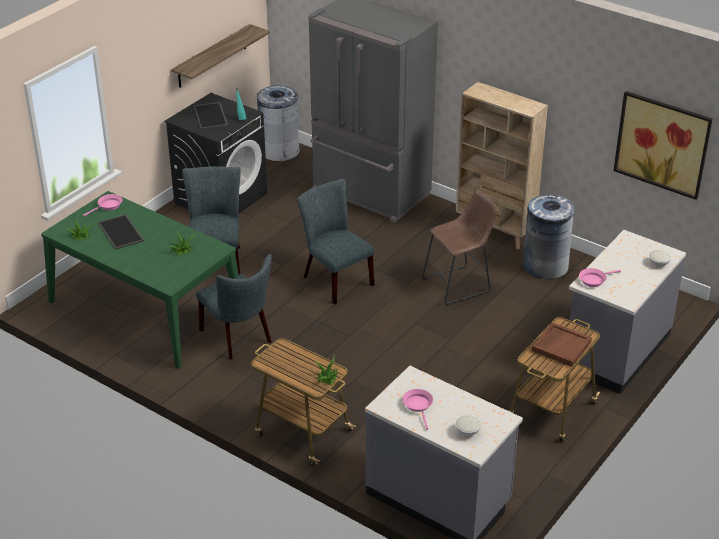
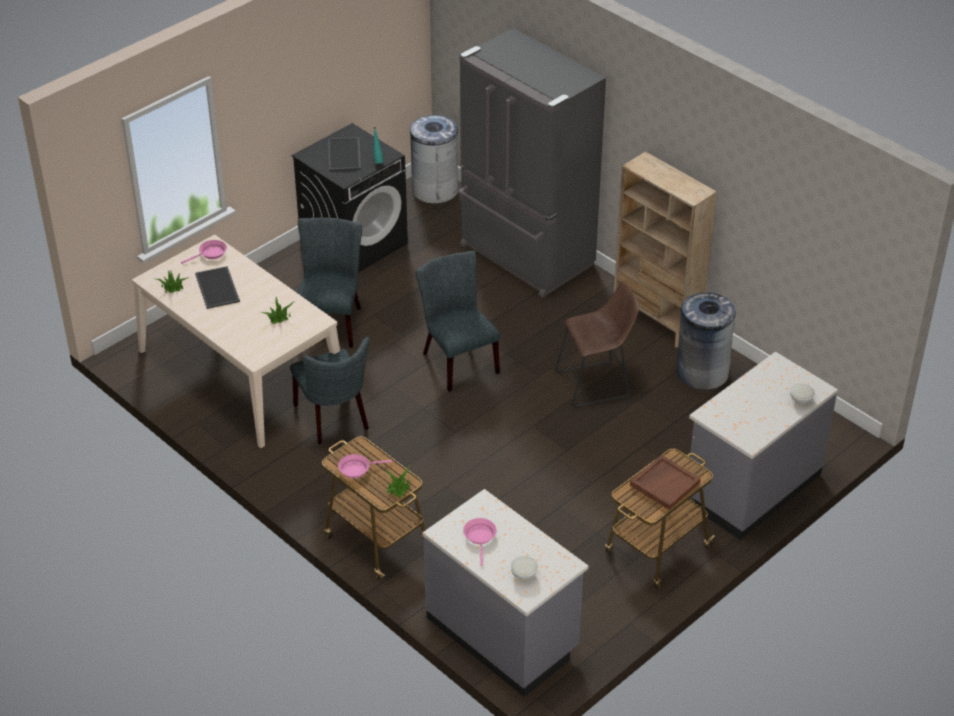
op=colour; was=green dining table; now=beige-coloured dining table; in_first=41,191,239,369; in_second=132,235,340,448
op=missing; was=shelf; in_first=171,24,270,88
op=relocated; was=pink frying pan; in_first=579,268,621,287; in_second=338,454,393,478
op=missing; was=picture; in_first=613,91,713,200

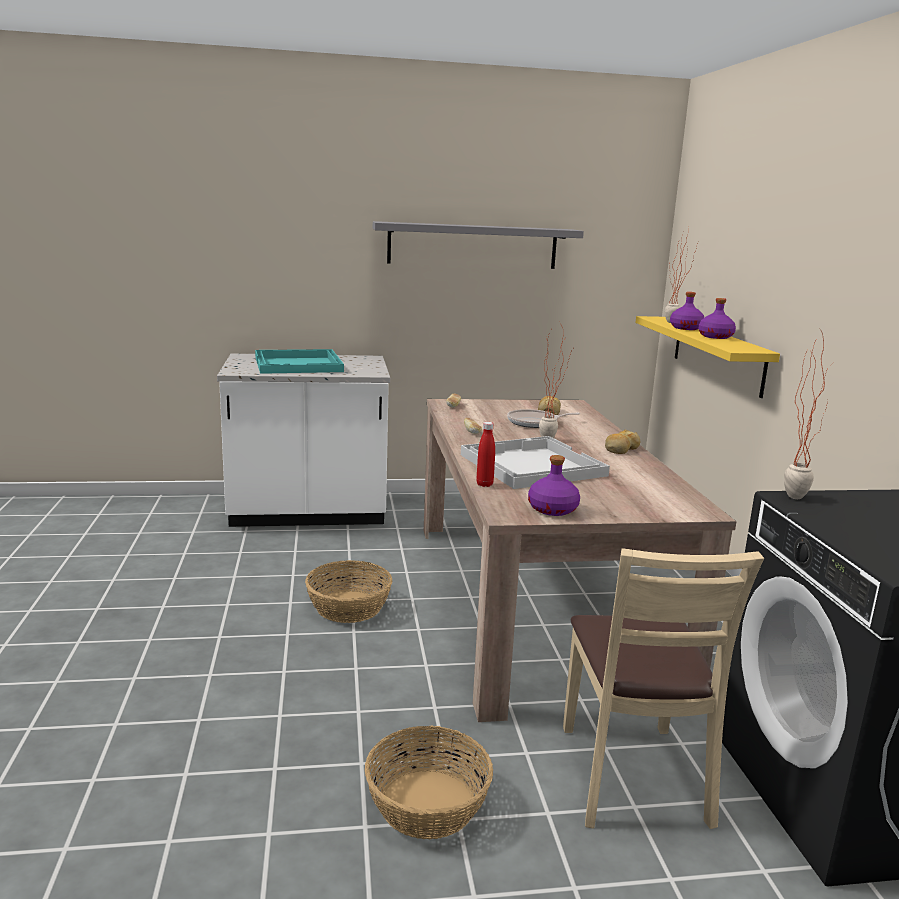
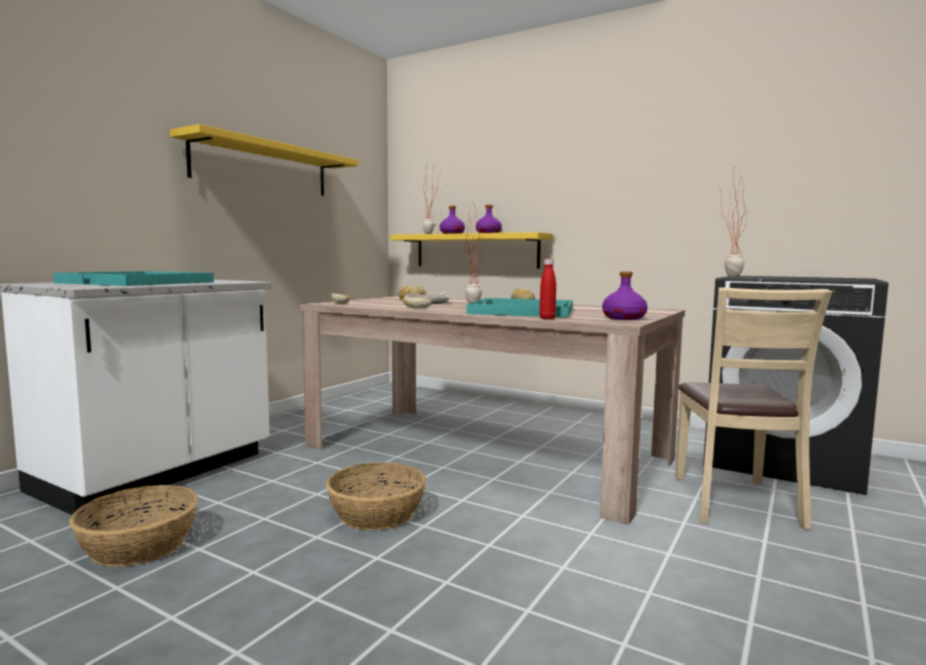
op=relocated; was=basket; in_first=365,726,493,839; in_second=69,485,199,567
op=colour; was=grey shelf; now=yellow-coloured shelf; in_first=373,221,584,269; in_second=170,124,359,196
op=colour; was=whitish serving tray; now=blue-green serving tray; in_first=461,436,610,489; in_second=467,298,573,317
op=spun; was=beige-coloured chair; in_first=563,548,764,829; in_second=675,287,832,530; clockwise=60

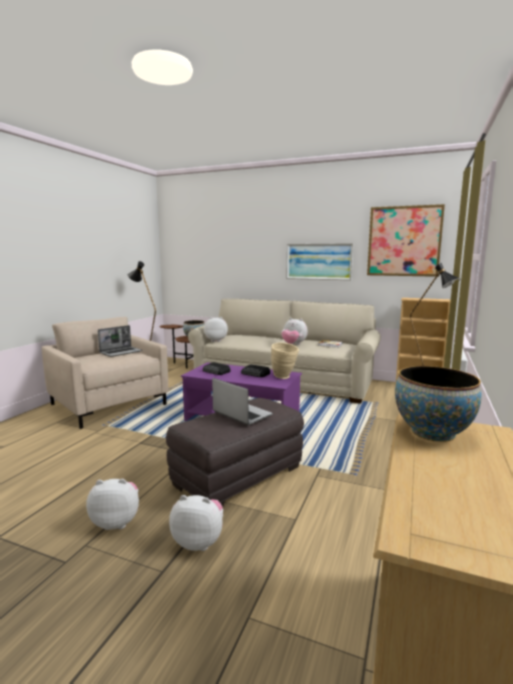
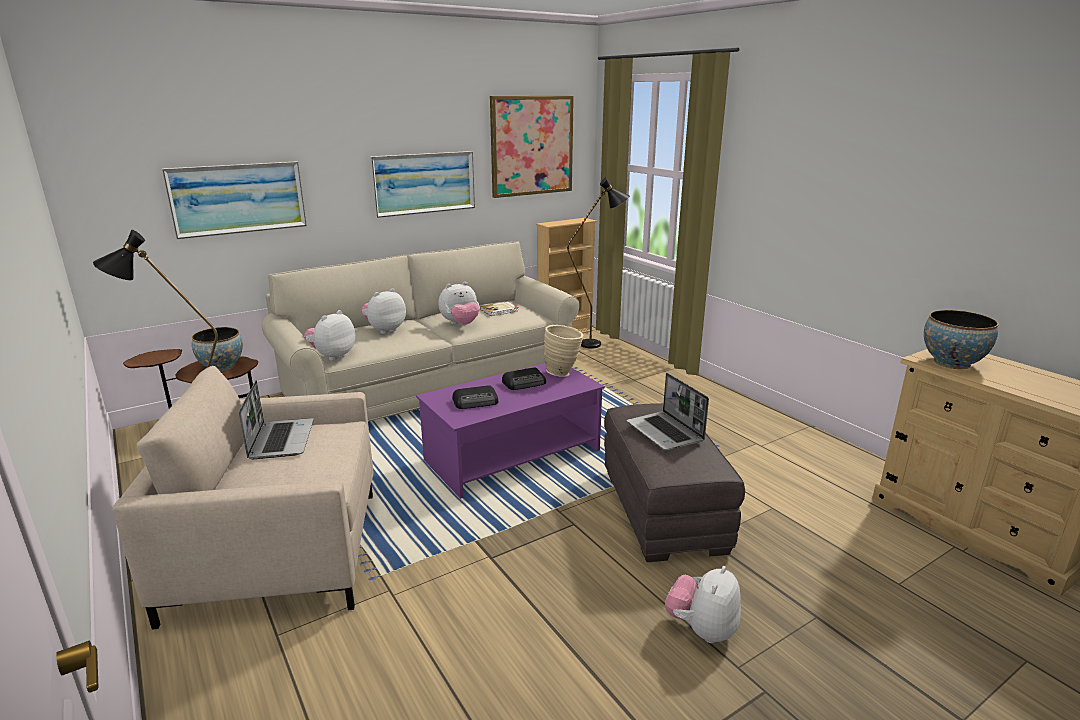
op=relocated; was=plush toy; in_first=169,495,223,551; in_second=361,288,406,334
op=spun; was=notebook computer; in_first=212,378,273,425; in_second=627,373,709,450; clockwise=-105
op=appeared; now=picture; in_second=162,161,307,239

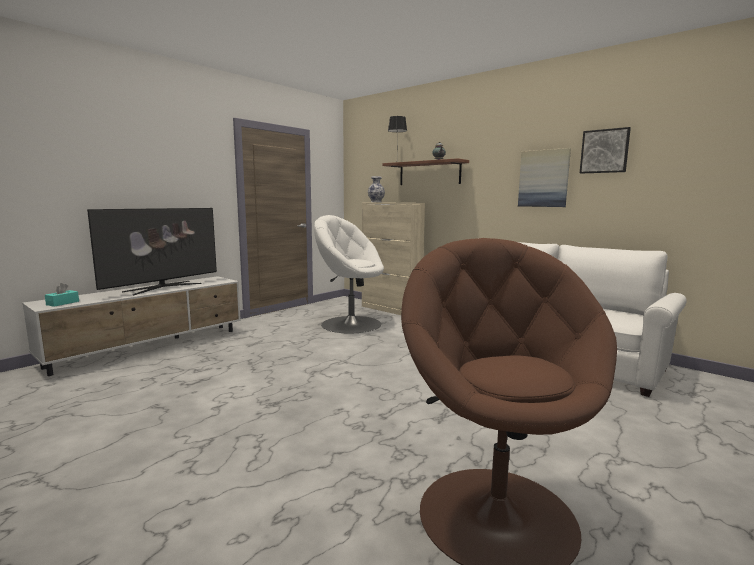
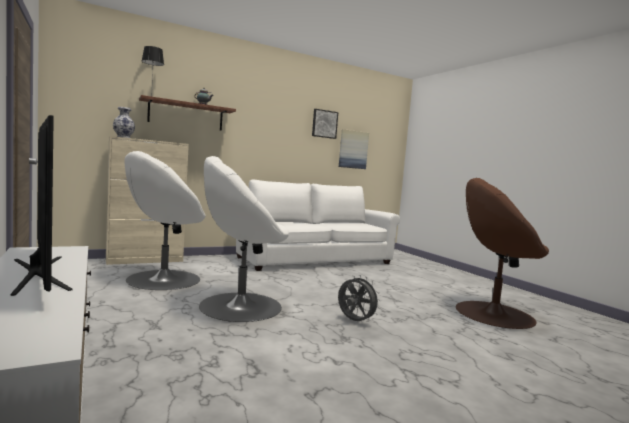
op=missing; was=blue-green box of tissues; in_first=45,283,79,307
op=relocated; was=picture; in_first=518,148,571,207; in_second=339,129,369,169
op=appeared; now=whitish lounge chair; in_second=199,156,289,322
op=appeared; now=grey fan; in_second=338,275,381,322

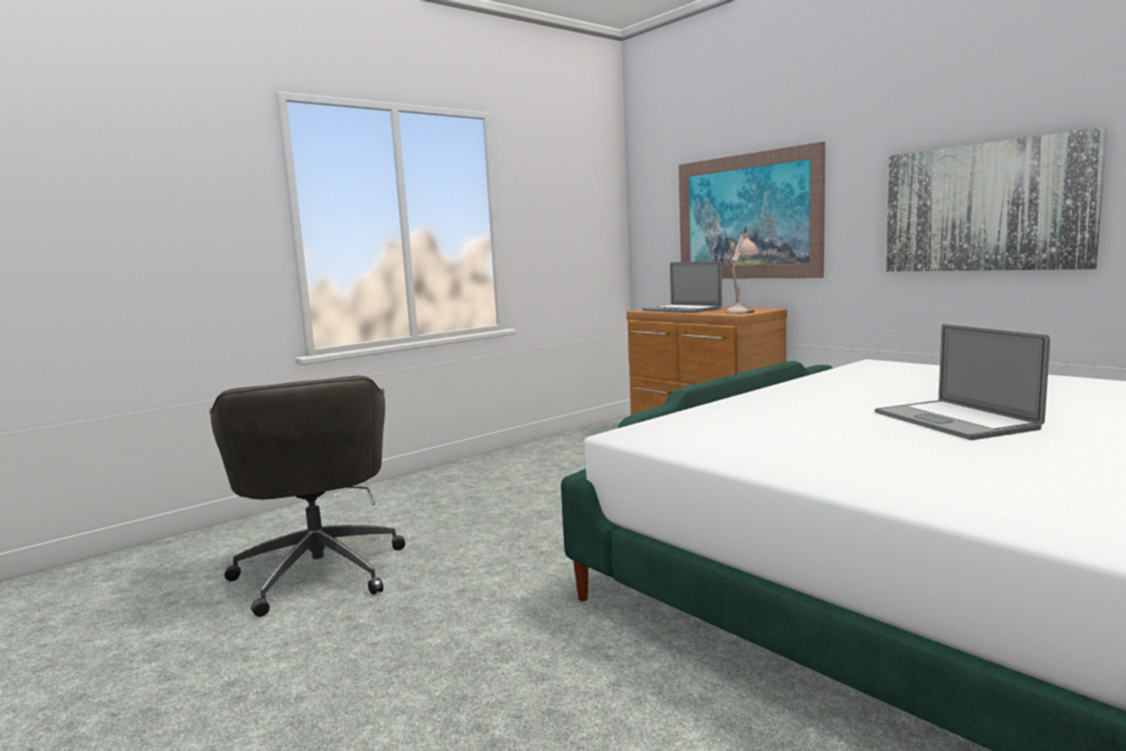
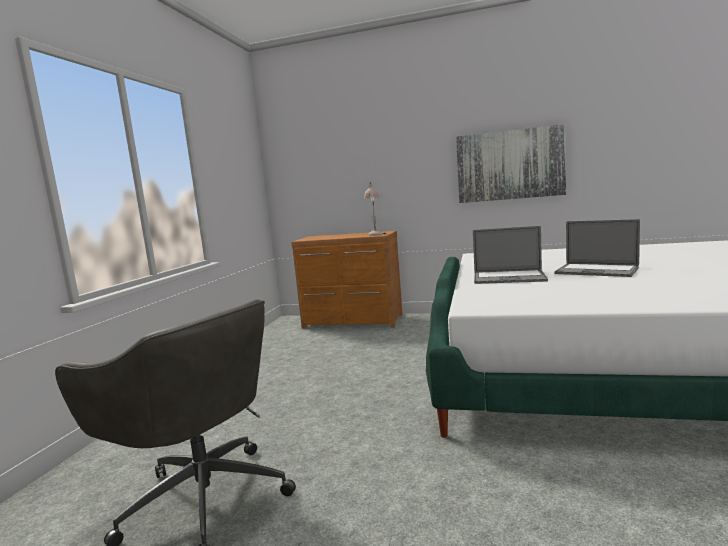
op=relocated; was=notebook computer; in_first=642,261,722,313; in_second=473,226,548,284
op=missing; was=picture; in_first=679,141,825,278

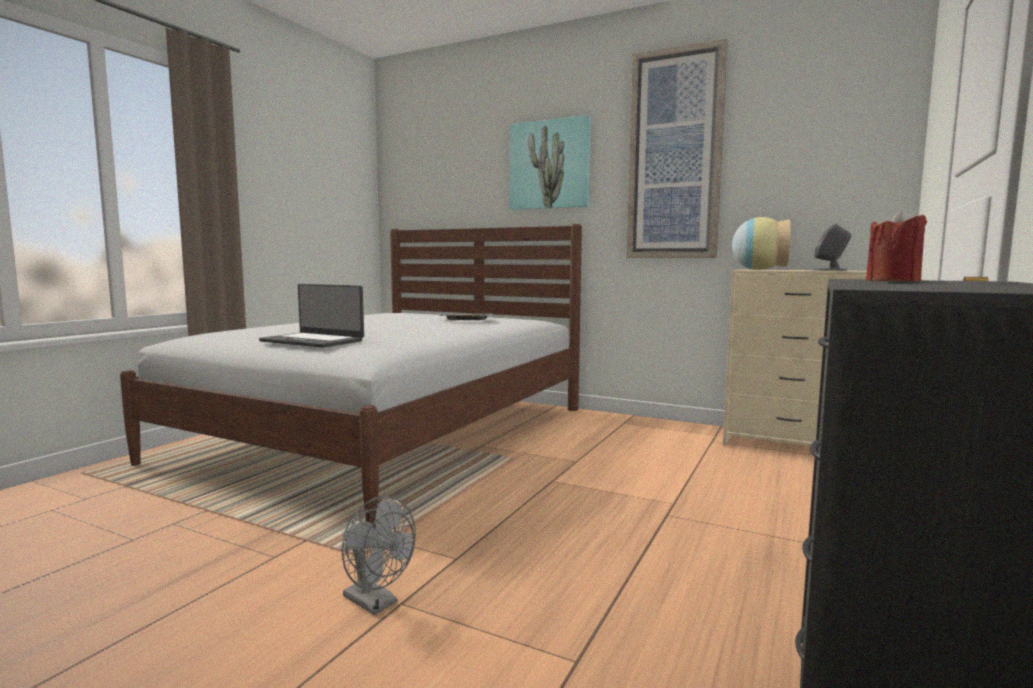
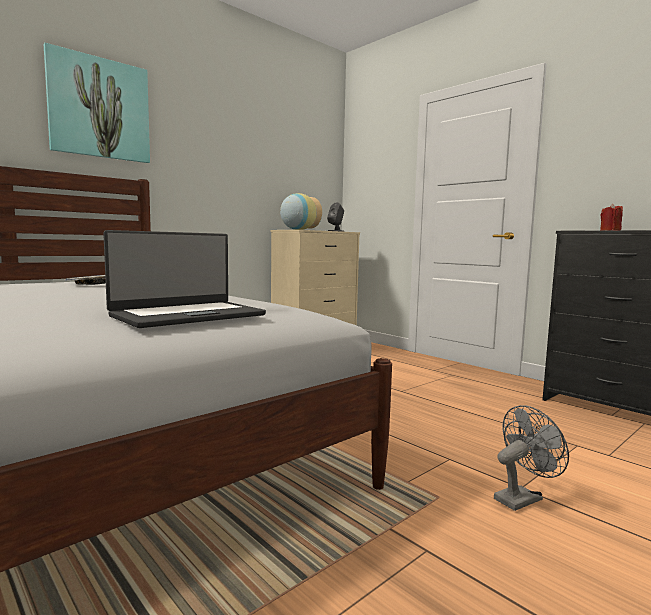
op=missing; was=picture; in_first=626,39,728,258

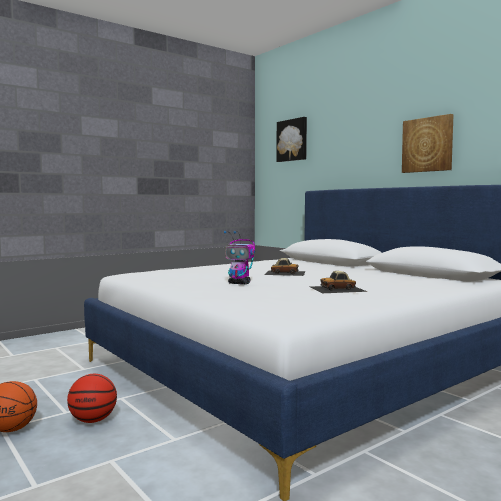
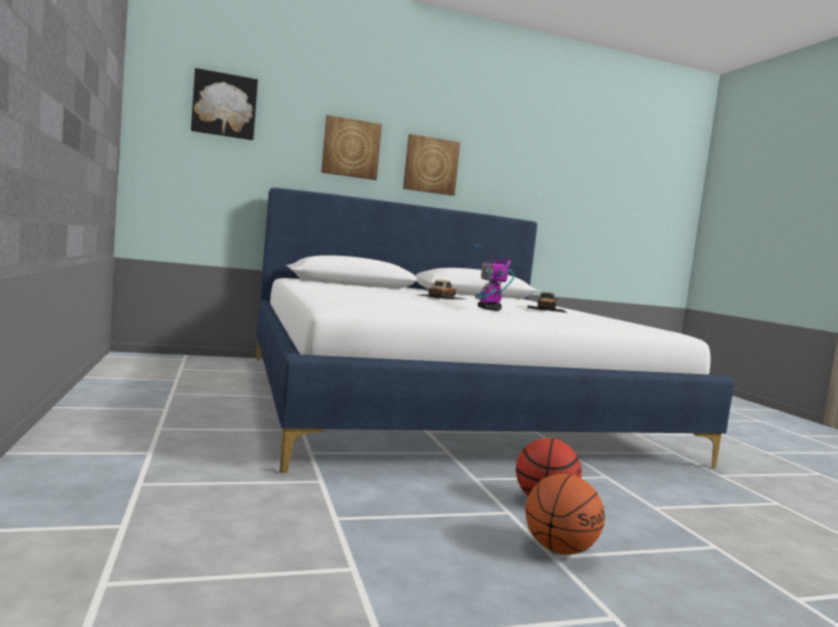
op=spun; was=robot figure; in_first=224,231,255,285; in_second=474,245,514,311; clockwise=120
op=appeared; now=picture; in_second=321,115,382,180

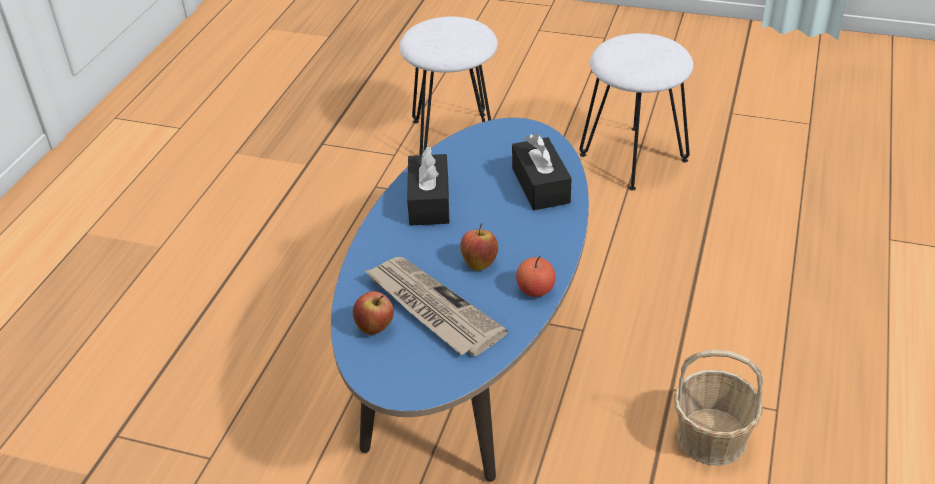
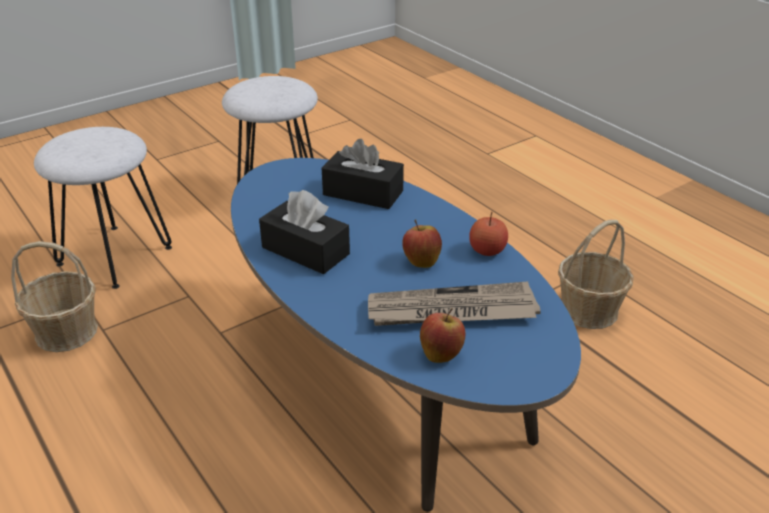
op=appeared; now=basket; in_second=11,241,98,352

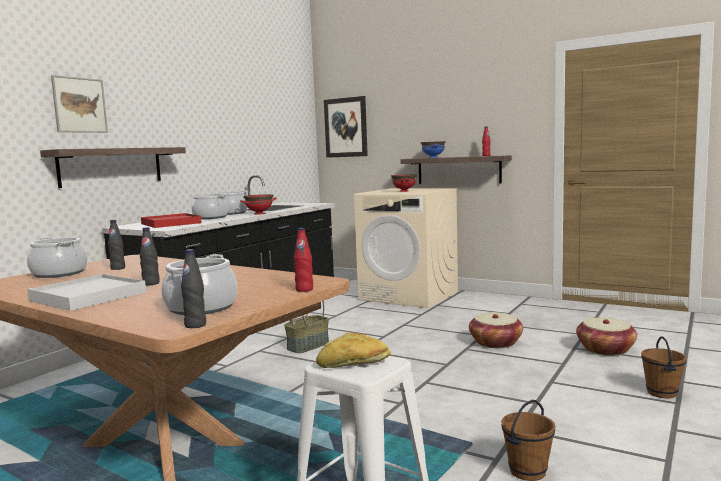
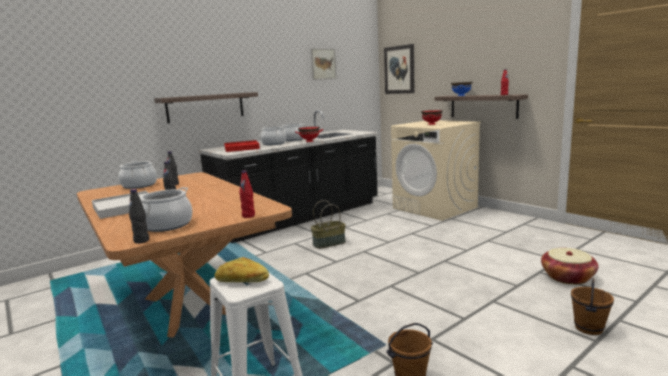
op=relocated; was=picture; in_first=51,75,108,133; in_second=311,49,337,80
op=missing; was=basket; in_first=469,312,523,348

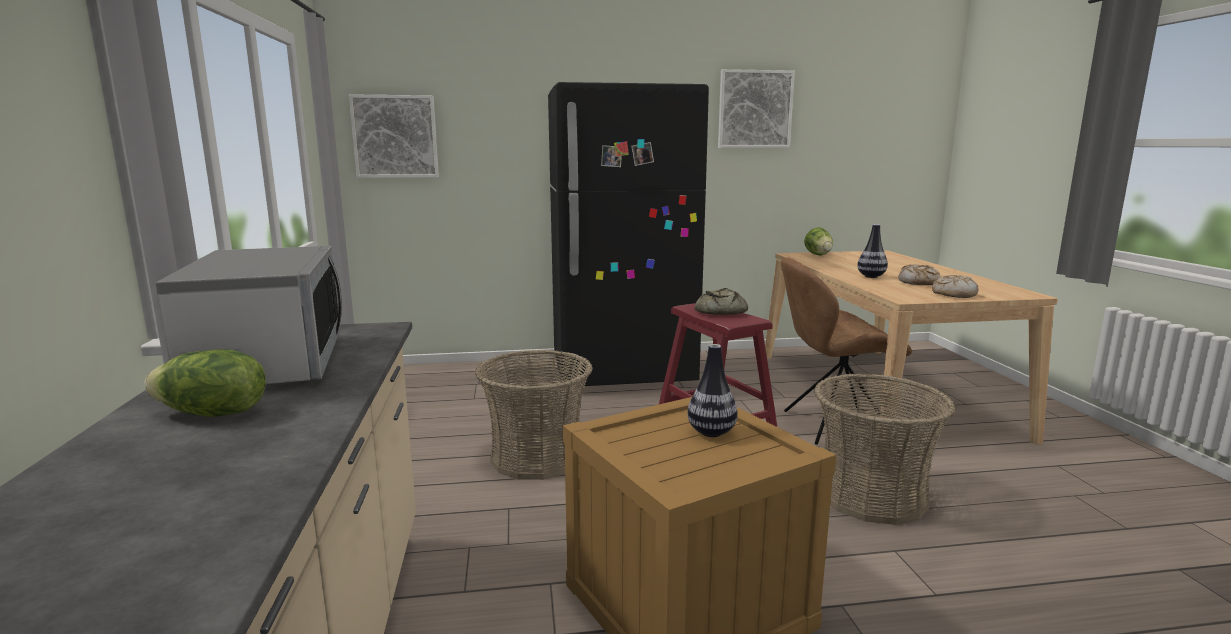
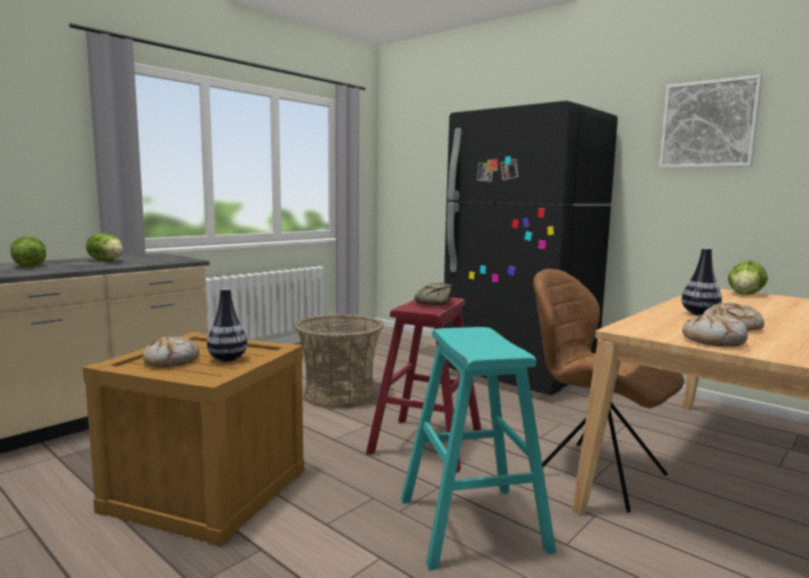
op=exchanged; was=microwave oven; now=head of lettuce; in_first=156,246,342,384; in_second=86,233,123,261
op=missing; was=picture; in_first=349,94,439,178
op=exchanged; was=basket; now=blue-green sitting stool; in_first=814,373,956,525; in_second=401,327,556,570
op=appeared; now=baked bread; in_second=143,337,199,367

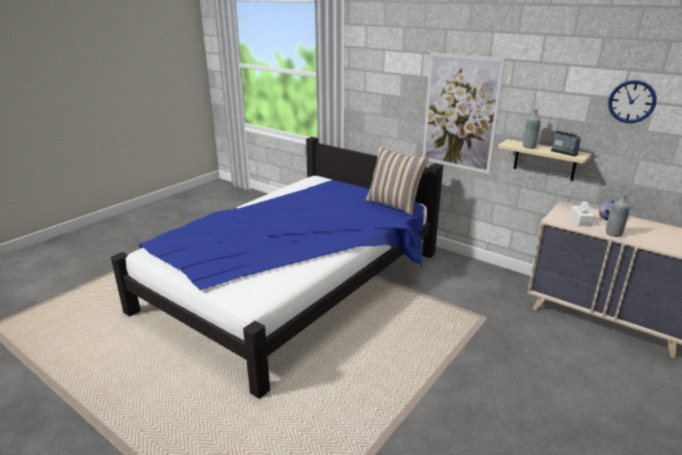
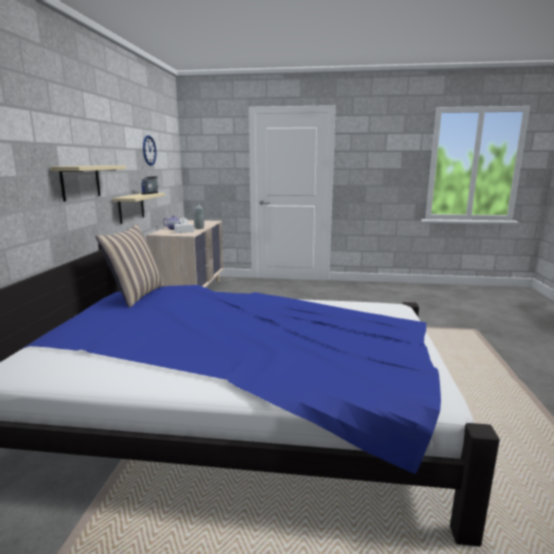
op=exchanged; was=picture; now=beige-coloured shelf; in_first=422,52,506,174; in_second=50,166,126,202
op=missing; was=grey bottle; in_first=523,109,541,149

